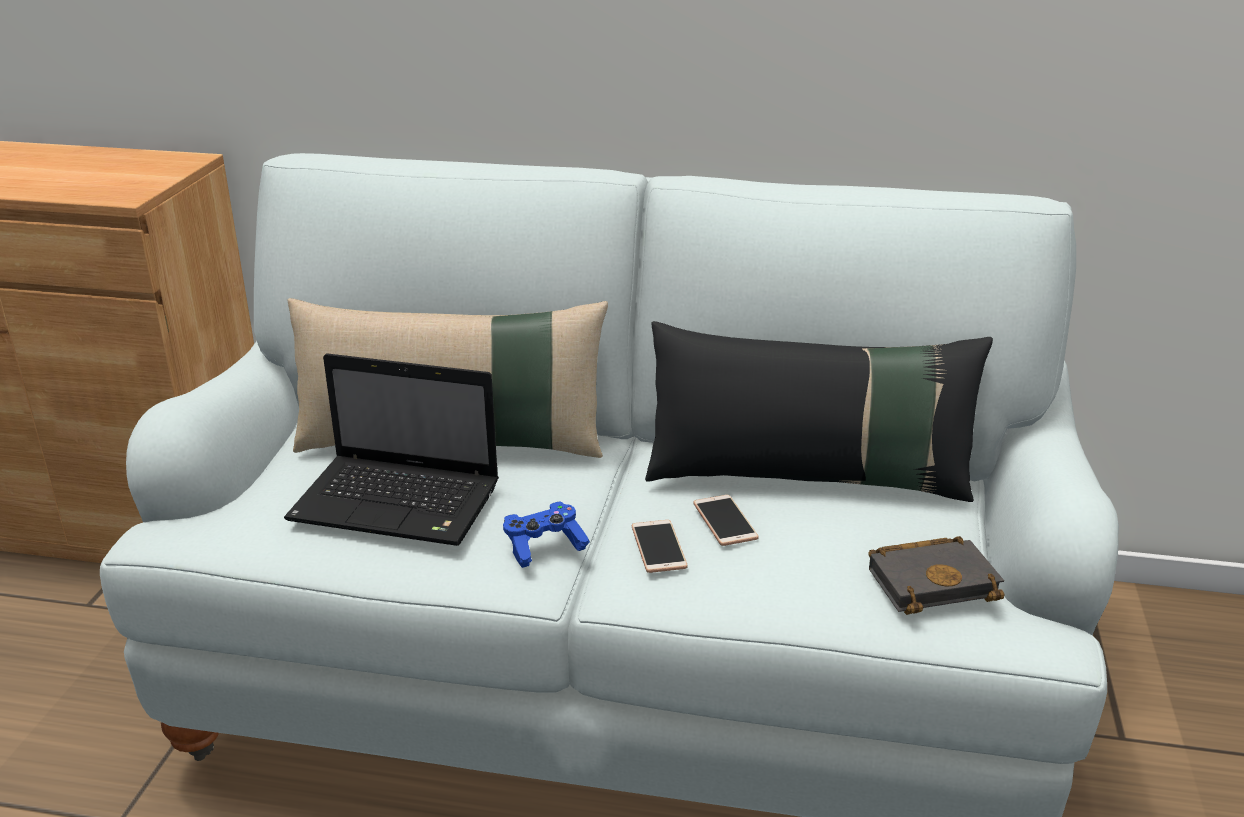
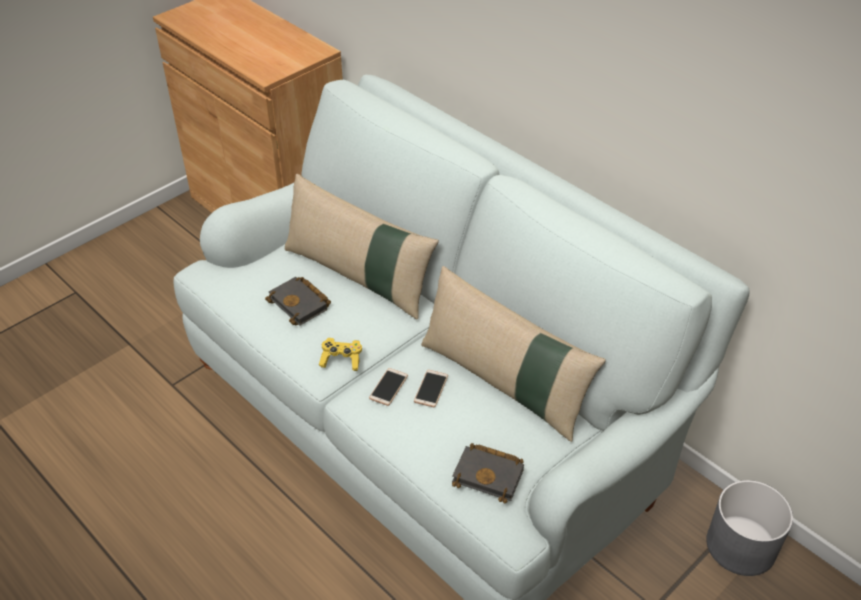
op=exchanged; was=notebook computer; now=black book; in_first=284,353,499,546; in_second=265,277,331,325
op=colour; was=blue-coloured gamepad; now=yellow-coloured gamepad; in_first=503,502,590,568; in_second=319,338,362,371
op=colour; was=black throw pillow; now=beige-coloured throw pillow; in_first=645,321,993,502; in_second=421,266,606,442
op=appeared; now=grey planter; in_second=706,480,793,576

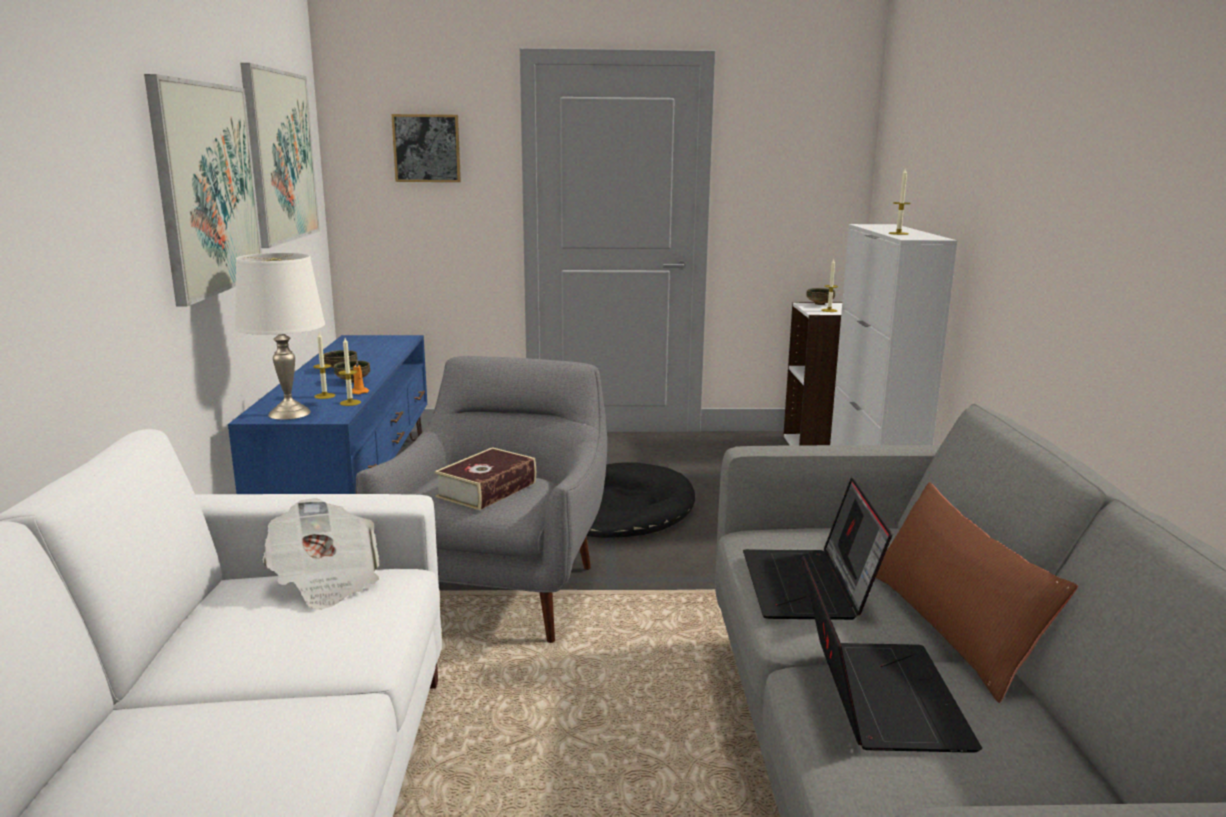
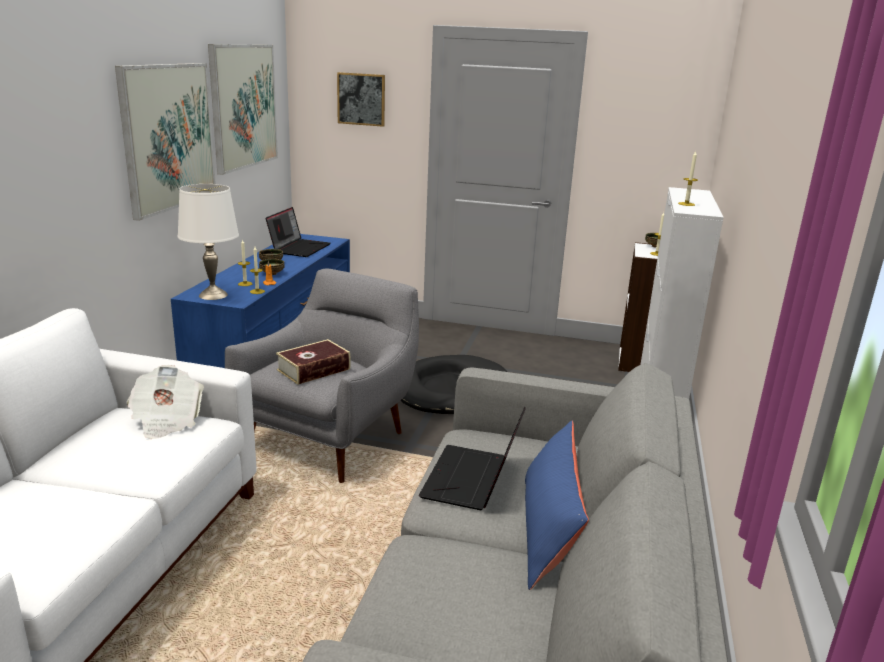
op=relocated; was=notebook computer; in_first=802,555,982,753; in_second=265,207,331,257
op=colour; was=brownish throw pillow; now=blue-coloured throw pillow; in_first=876,482,1078,703; in_second=525,421,589,590

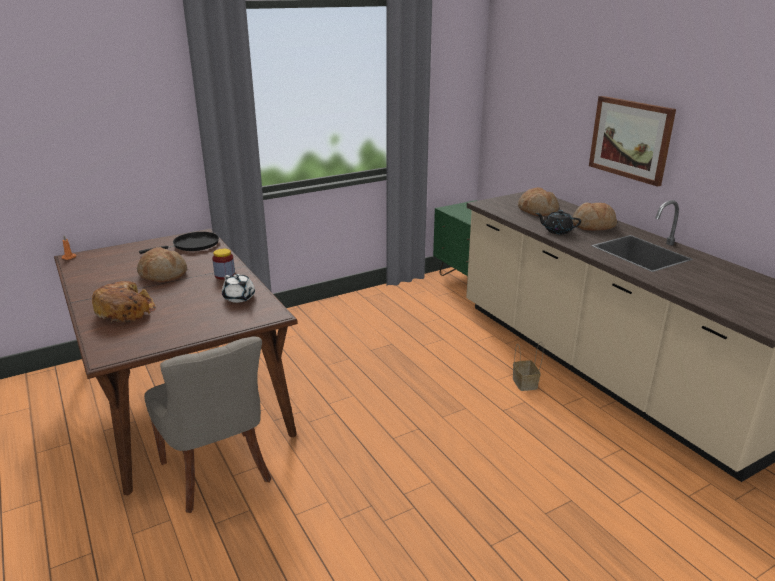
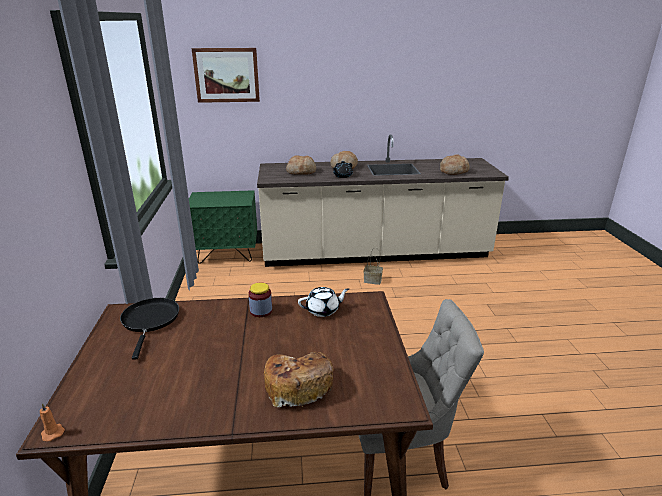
op=relocated; was=baked bread; in_first=137,247,187,282; in_second=440,154,470,175
op=relocated; was=picture; in_first=589,96,676,187; in_second=192,48,260,103

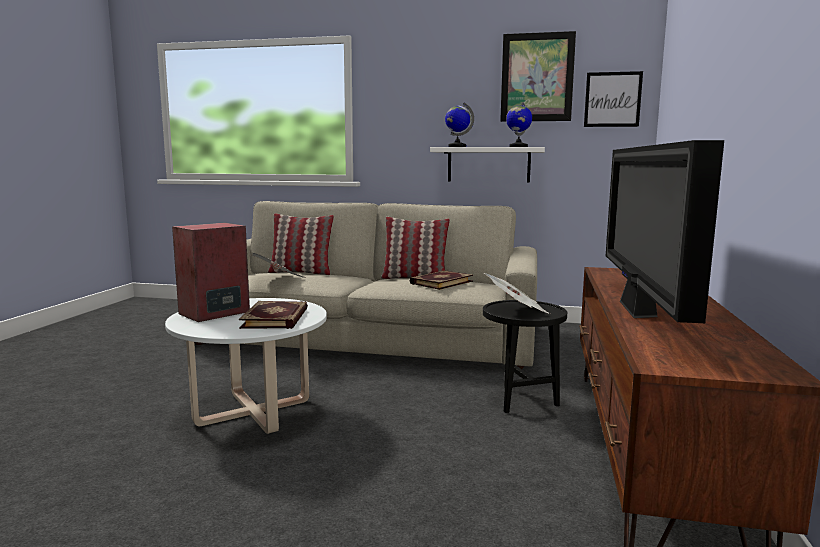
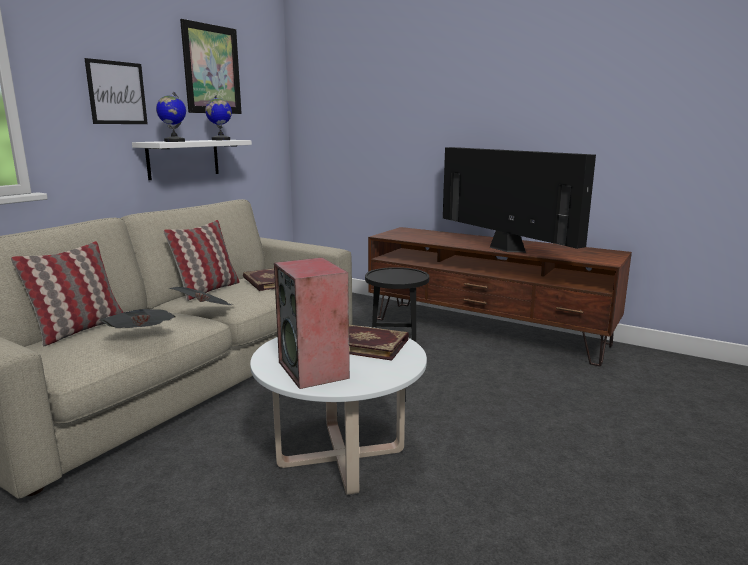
op=relocated; was=printed paper; in_first=484,273,550,314; in_second=169,287,232,305
op=relocated; was=picture; in_first=584,71,643,127; in_second=84,58,148,124
op=spun; was=television; in_first=606,140,724,323; in_second=443,147,596,253; clockwise=-150

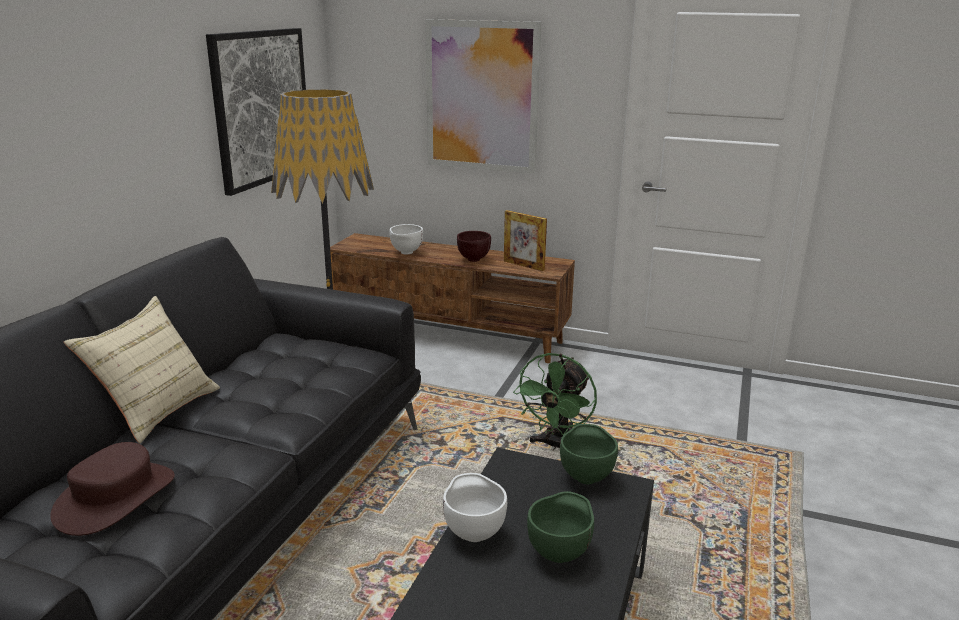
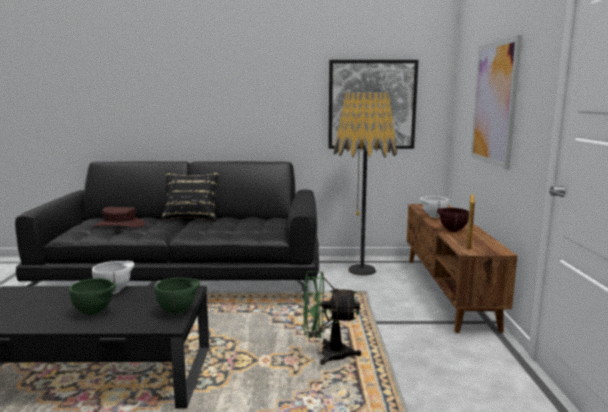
op=colour; was=beige-coloured throw pillow; now=black throw pillow; in_first=64,296,220,444; in_second=161,171,220,221

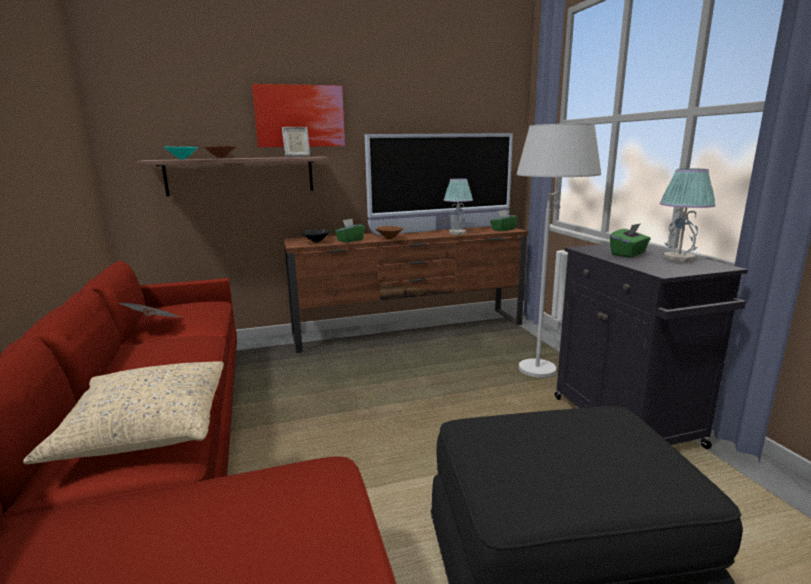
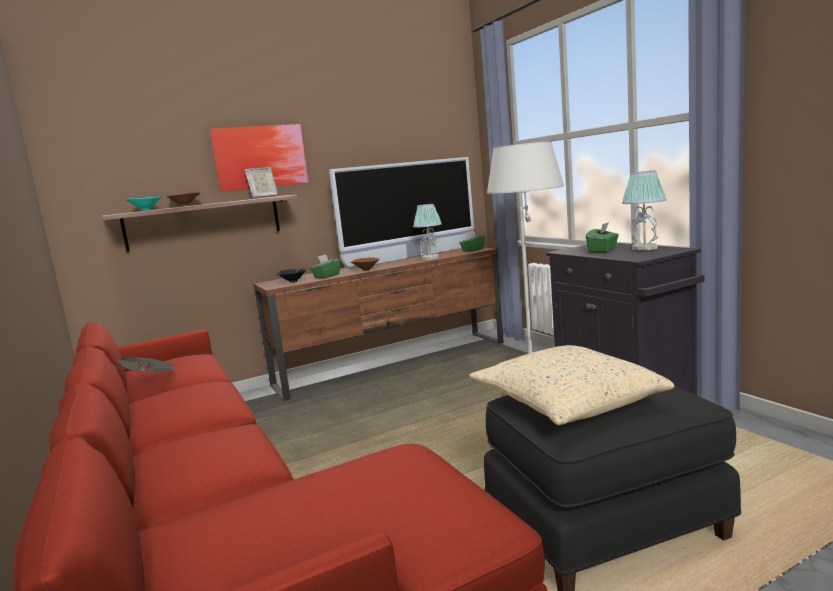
op=relocated; was=beige-coloured throw pillow; in_first=23,361,224,464; in_second=469,345,674,425

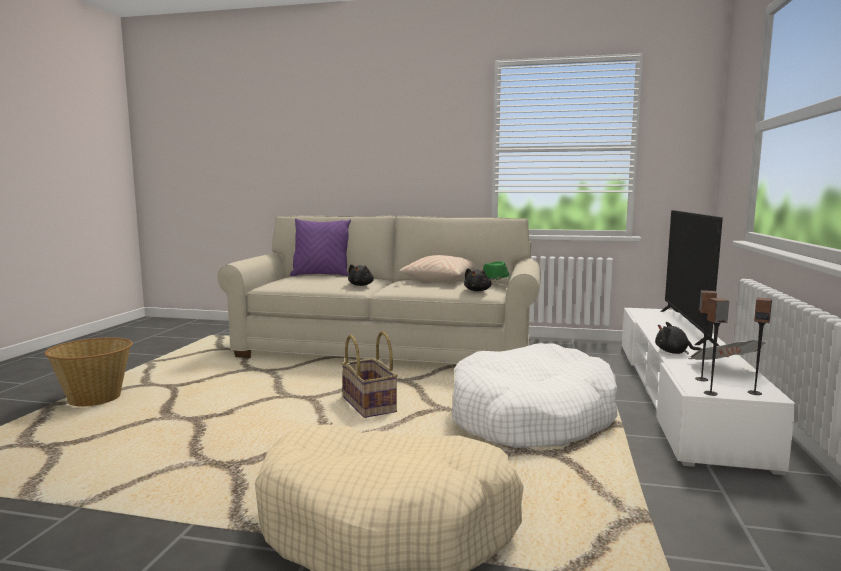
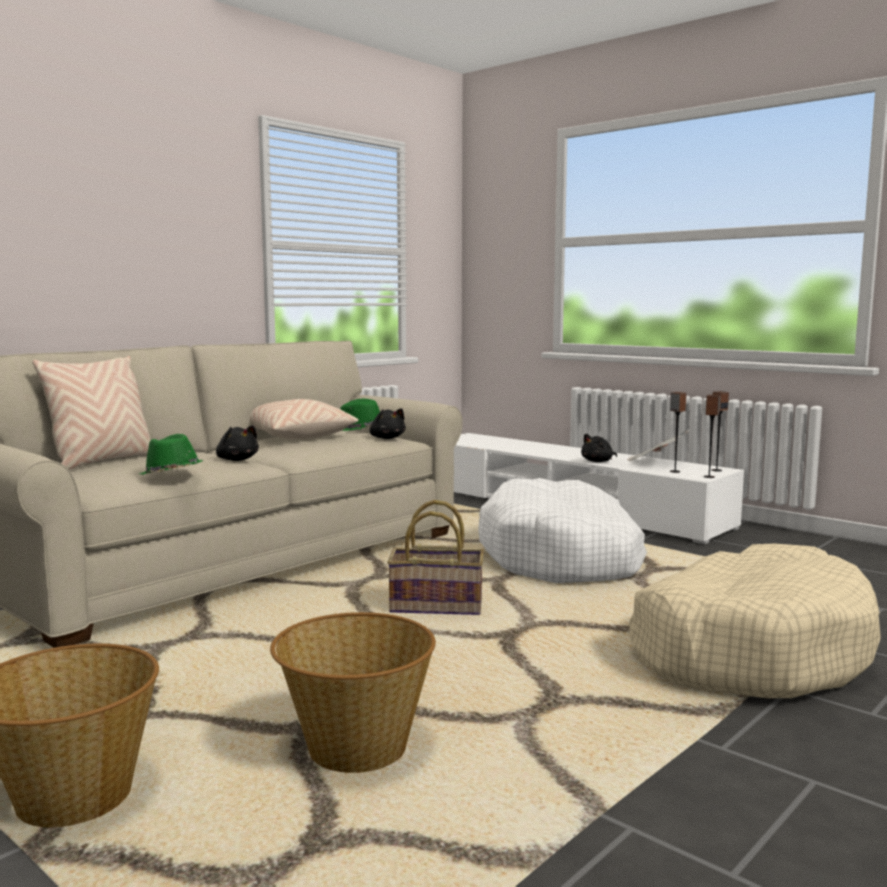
op=colour; was=purple throw pillow; now=beige-coloured throw pillow; in_first=290,219,351,276; in_second=32,356,151,470
op=missing; was=television; in_first=660,210,723,346
op=appeared; now=green wearable hat; in_second=139,434,203,475
op=appeared; now=basket; in_second=270,612,436,773

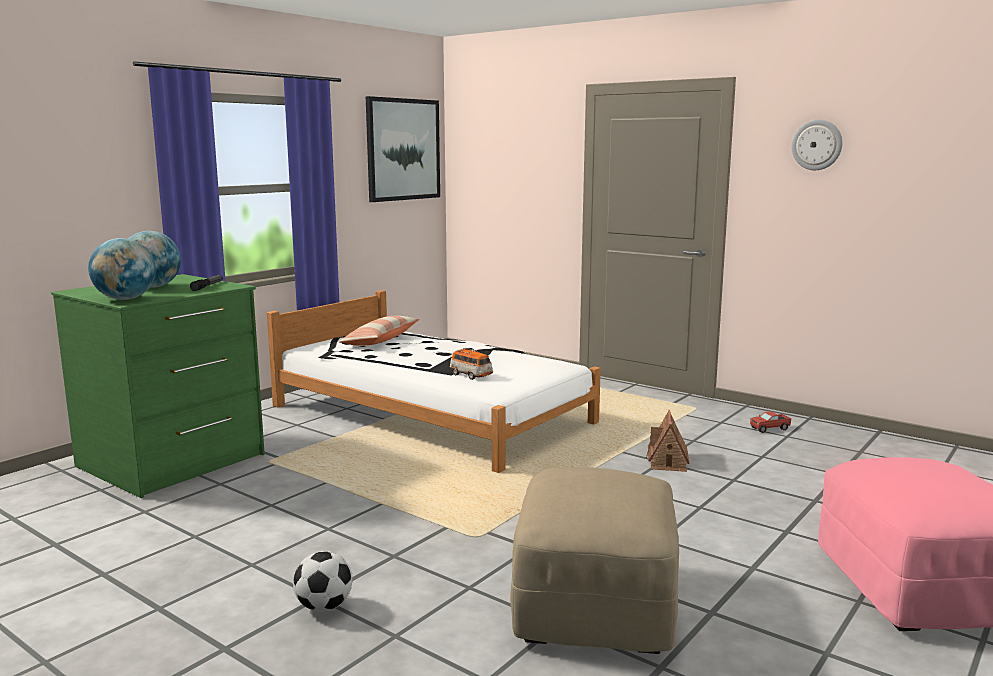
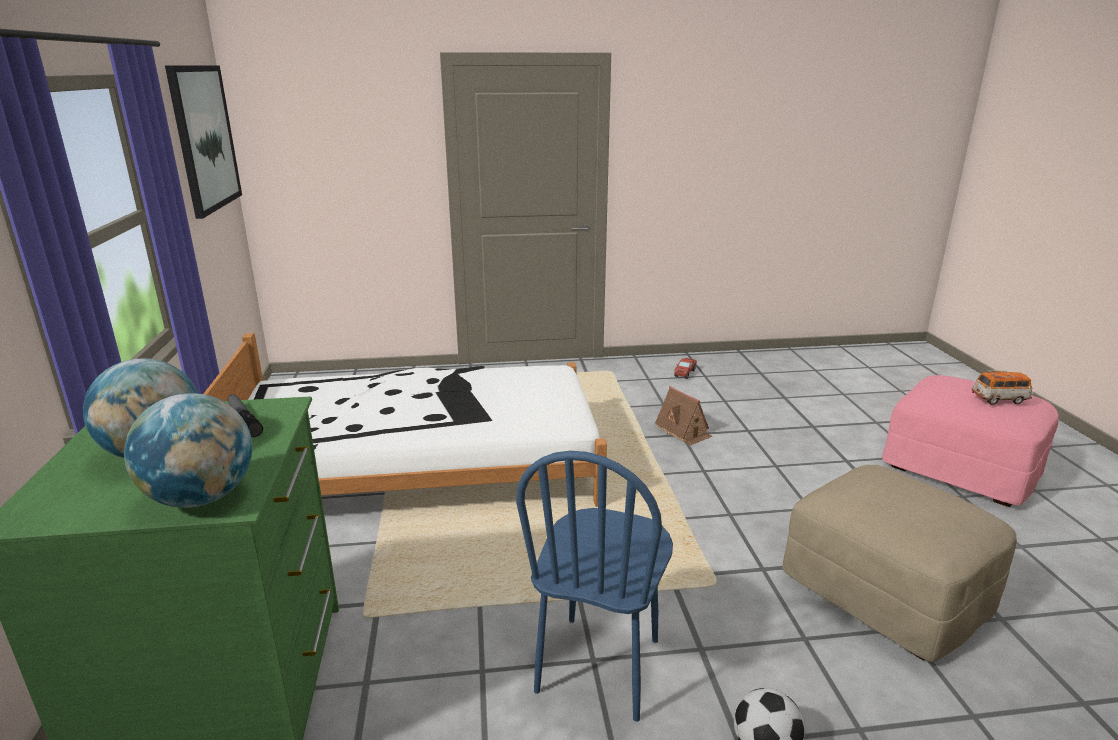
op=missing; was=throw pillow; in_first=338,316,420,345
op=relocated; was=model car; in_first=450,348,493,380; in_second=972,371,1033,405
op=missing; was=clock on the wall; in_first=792,119,843,170
op=appeared; now=blue-coloured chair; in_second=516,451,673,722

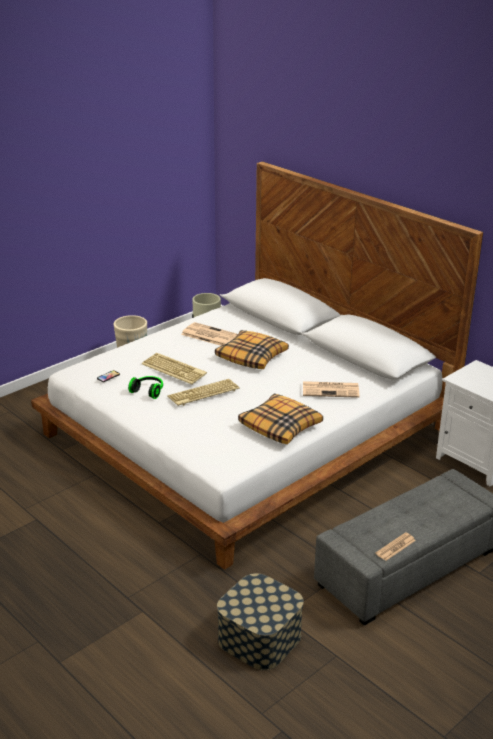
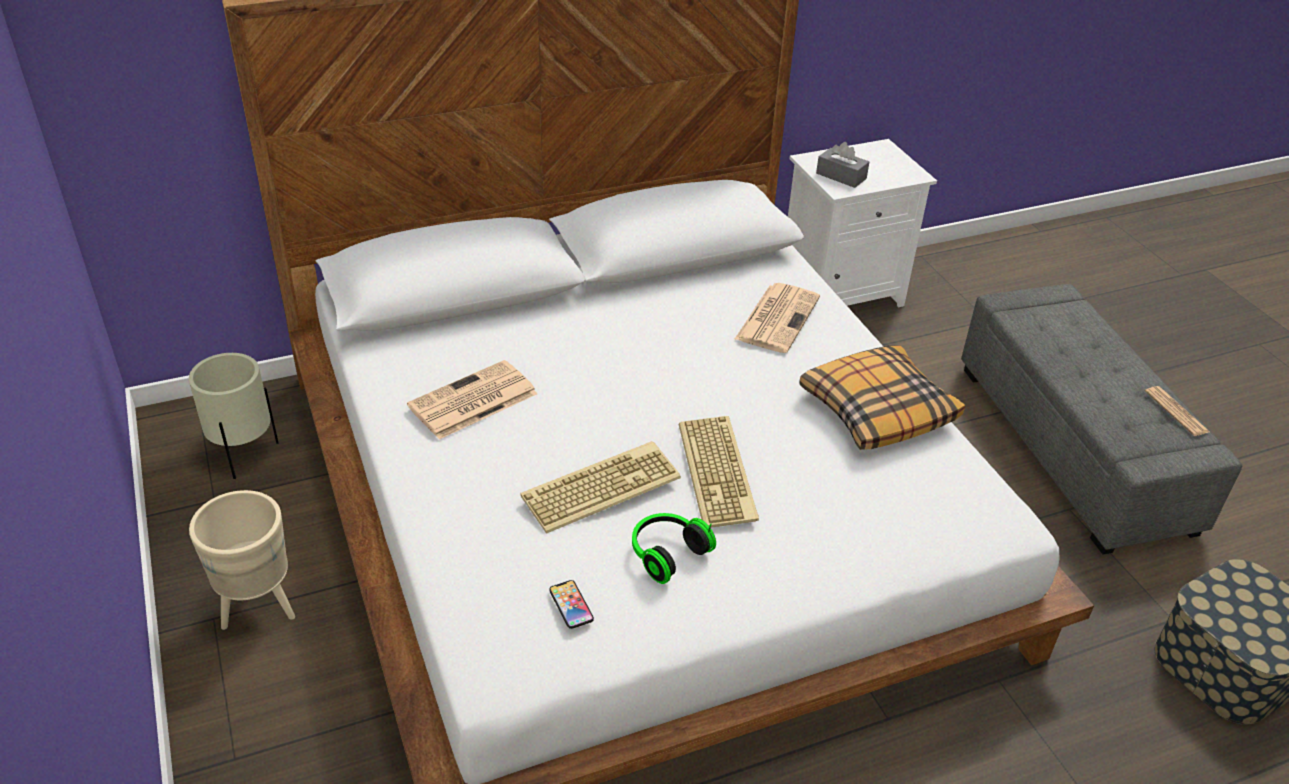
op=missing; was=throw pillow; in_first=215,330,289,369
op=appeared; now=grey box of tissues; in_second=816,142,869,188

